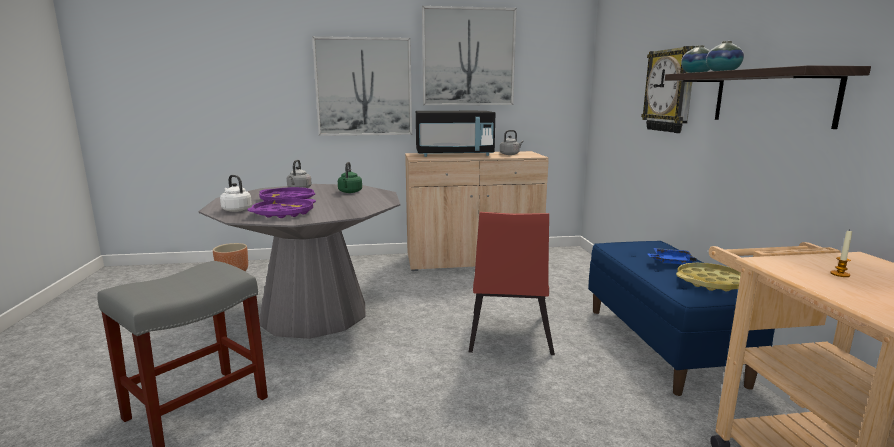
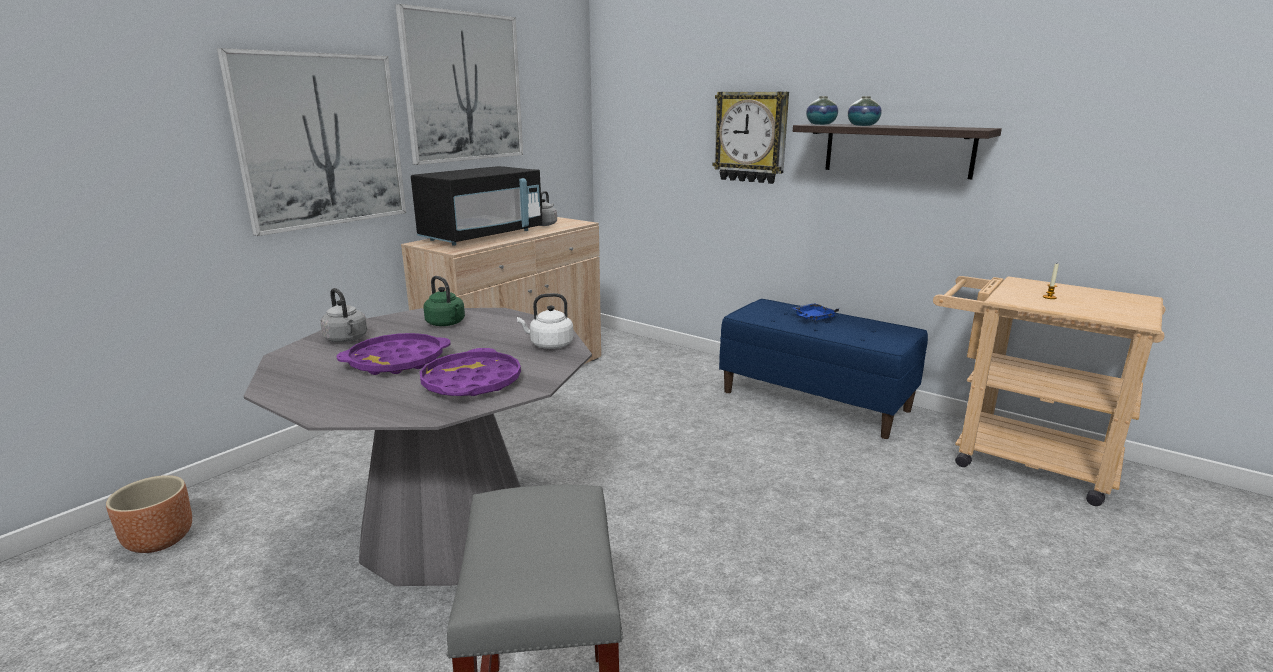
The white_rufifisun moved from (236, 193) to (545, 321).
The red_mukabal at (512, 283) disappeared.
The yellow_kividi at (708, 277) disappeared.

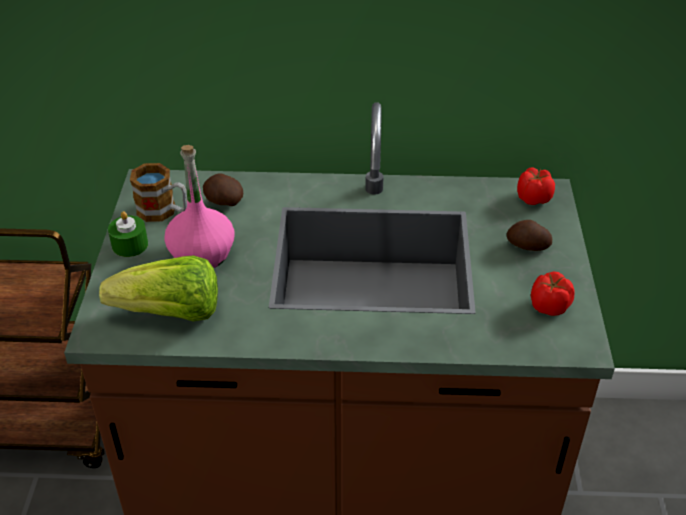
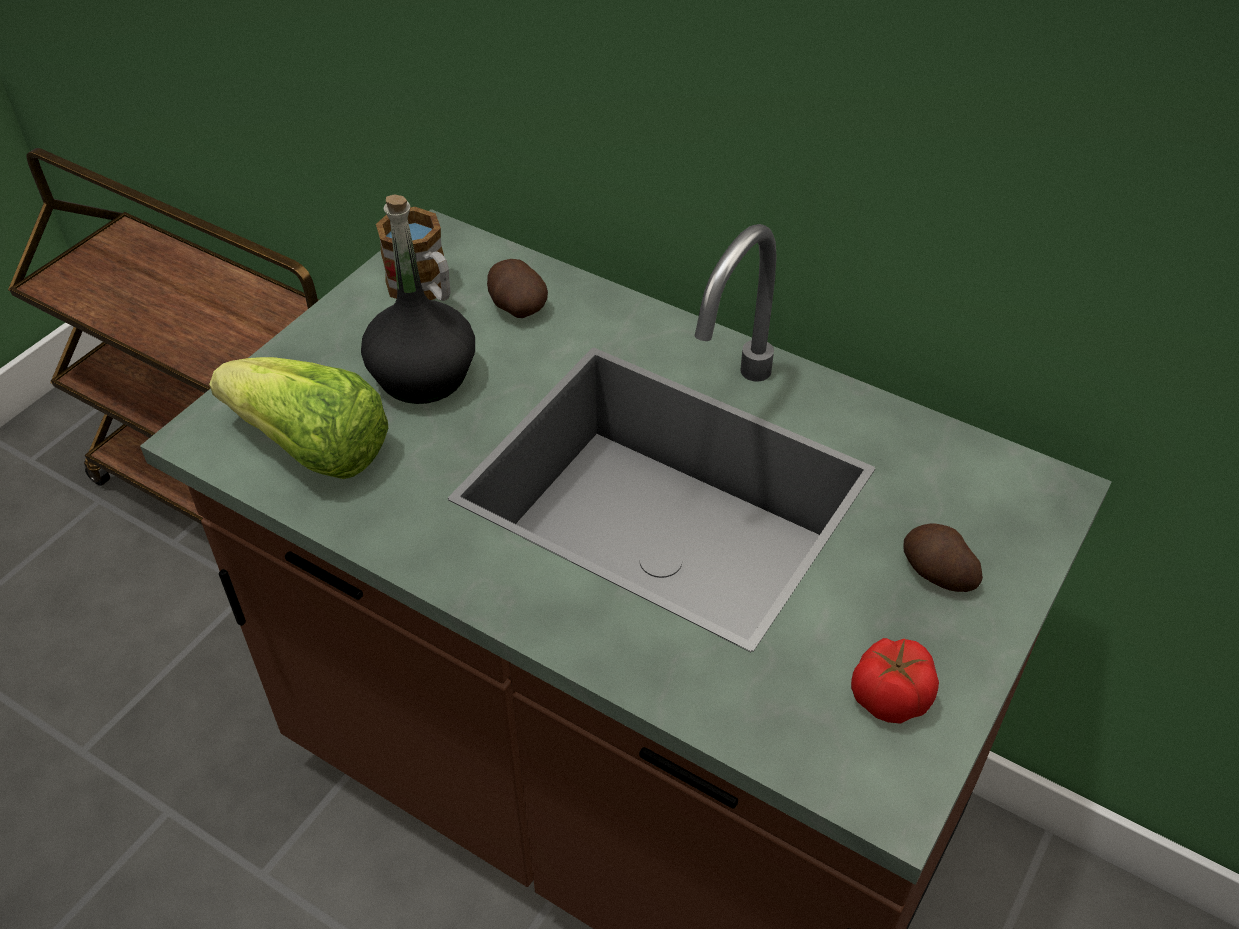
The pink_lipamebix at (199, 206) became the black_lipamebix at (418, 299).
The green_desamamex at (128, 234) disappeared.
The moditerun at (536, 186) disappeared.

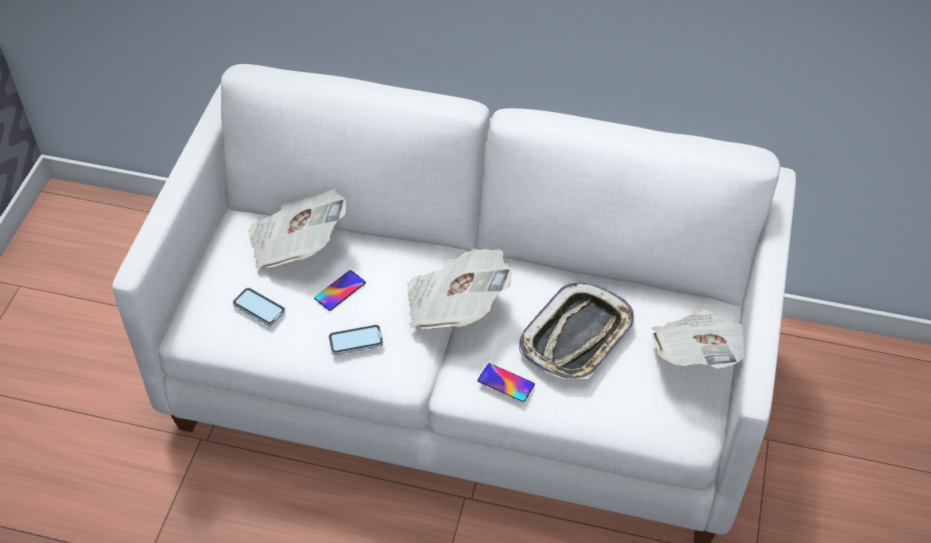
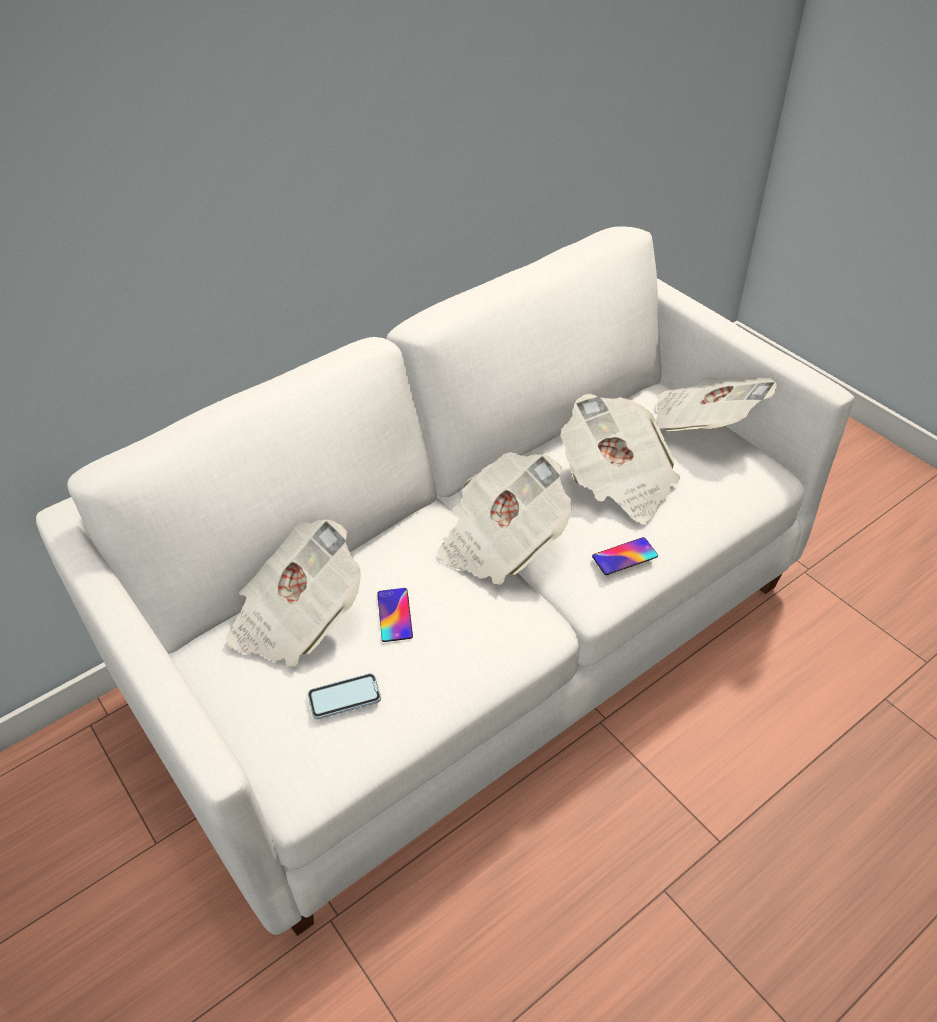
The kividi at (576, 330) was replaced by the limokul at (620, 458).
The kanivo at (356, 340) disappeared.

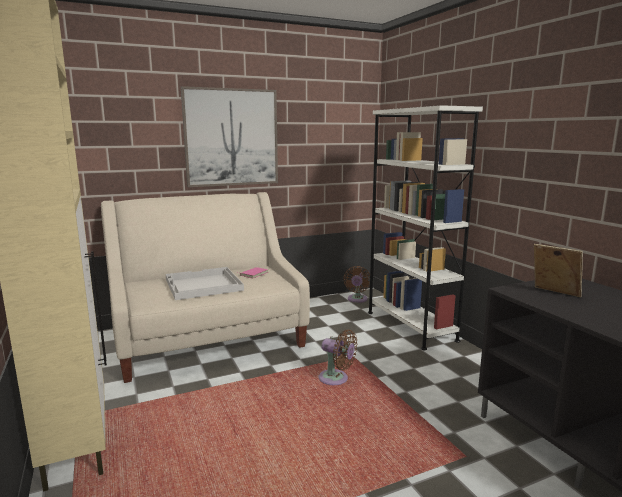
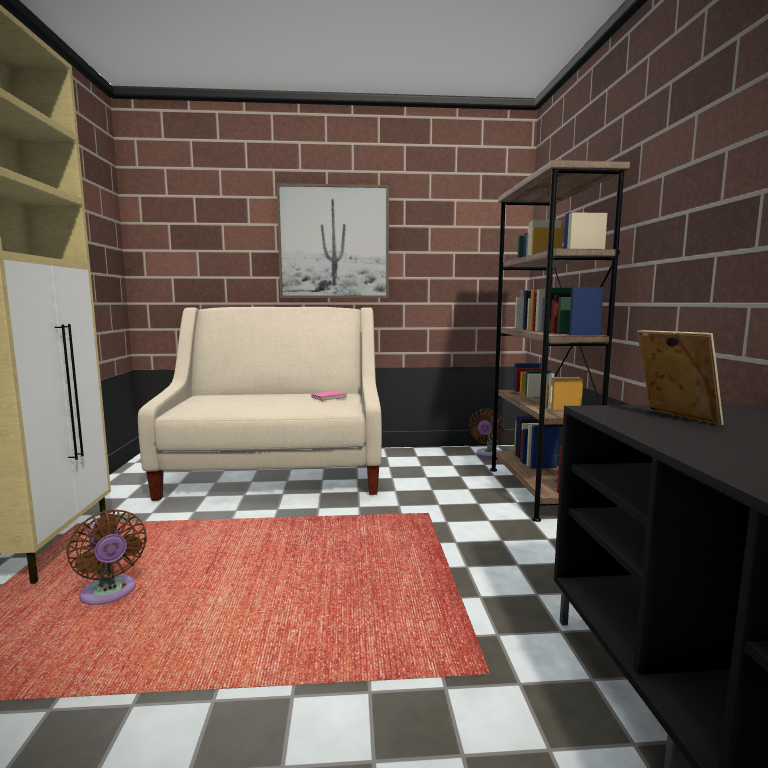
The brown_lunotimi moved from (338, 357) to (106, 557).
The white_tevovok at (425, 227) became the brown_tevovok at (560, 341).
The white_kividi at (205, 283) disappeared.

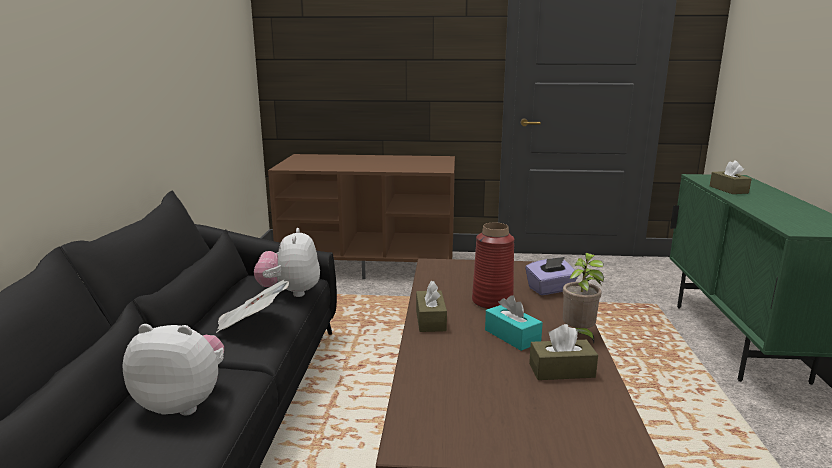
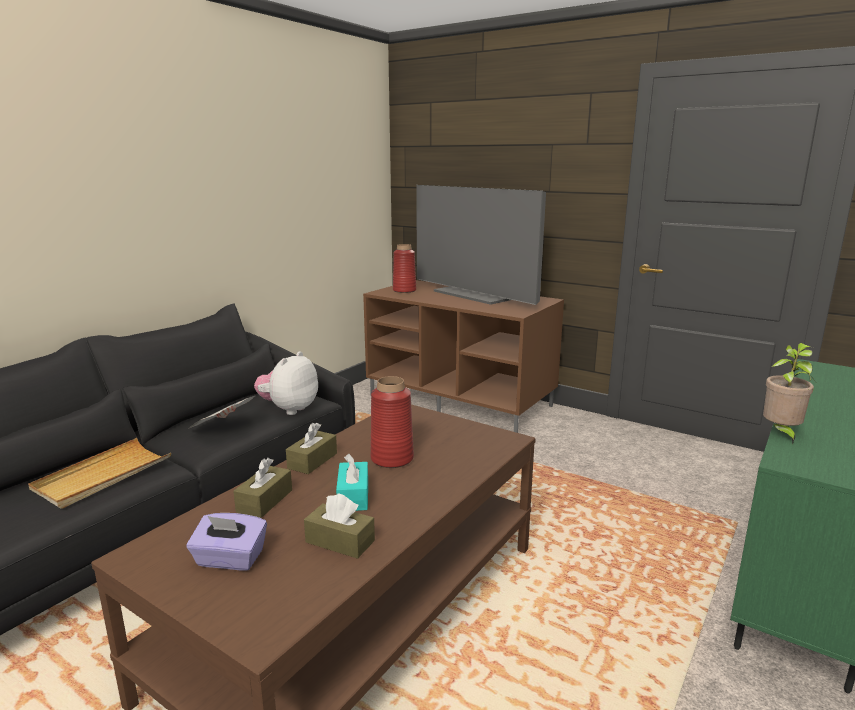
The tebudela at (173, 369) was replaced by the beige_kividi at (99, 473).
The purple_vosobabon moved from (551, 276) to (227, 541).
The brown_vosobabon moved from (731, 177) to (262, 488).
The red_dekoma at (404, 268) appeared.
The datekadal at (481, 245) appeared.
The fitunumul moved from (583, 298) to (789, 393).

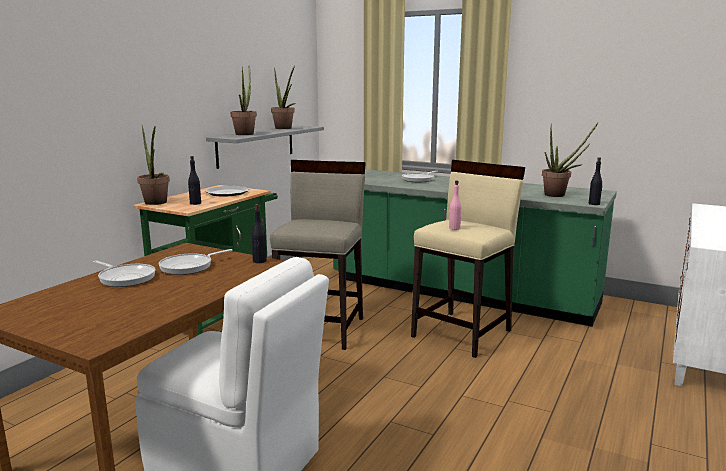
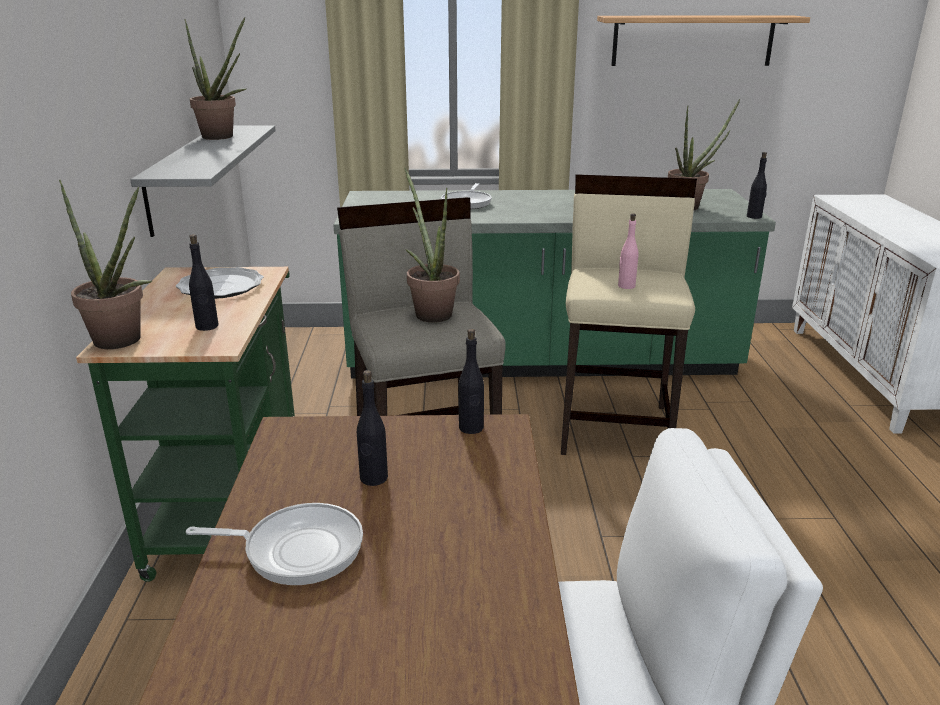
The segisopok at (195, 262) was replaced by the black_lipamebix at (372, 428).
The fitunumul moved from (243, 100) to (432, 245).
The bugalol at (703, 40) appeared.

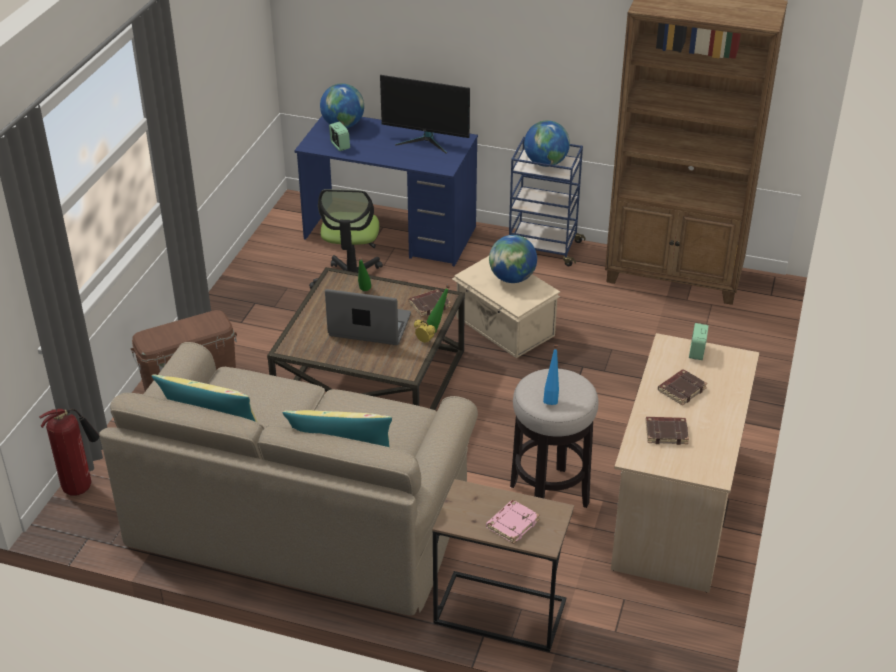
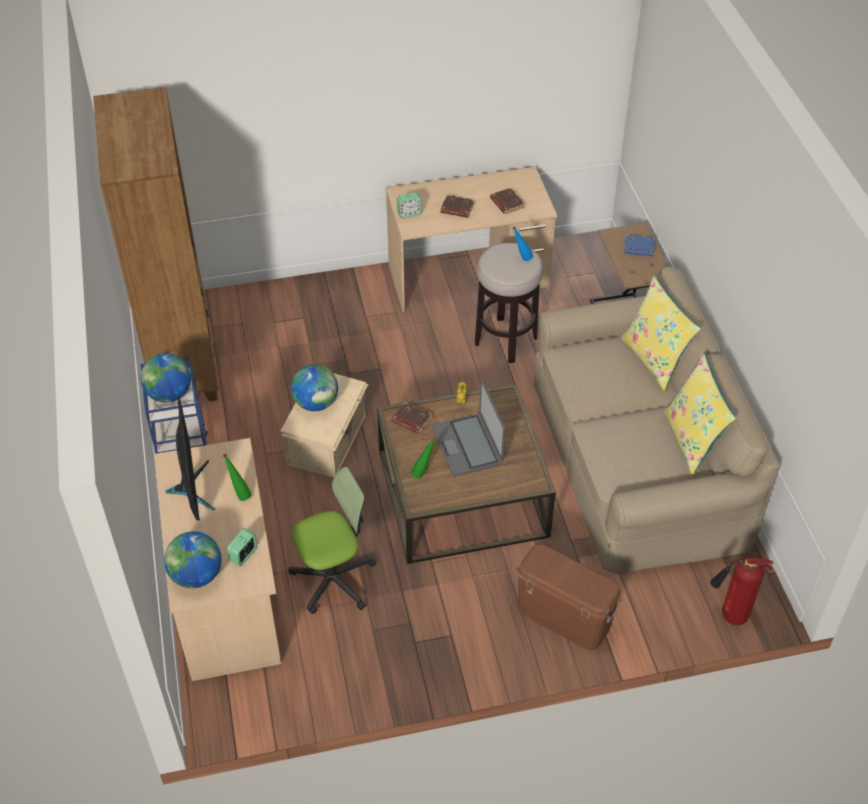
The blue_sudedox at (386, 191) became the beige_sudedox at (217, 559).
The green_lipamebix moved from (438, 309) to (237, 477).
The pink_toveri at (513, 522) became the blue_toveri at (639, 246).

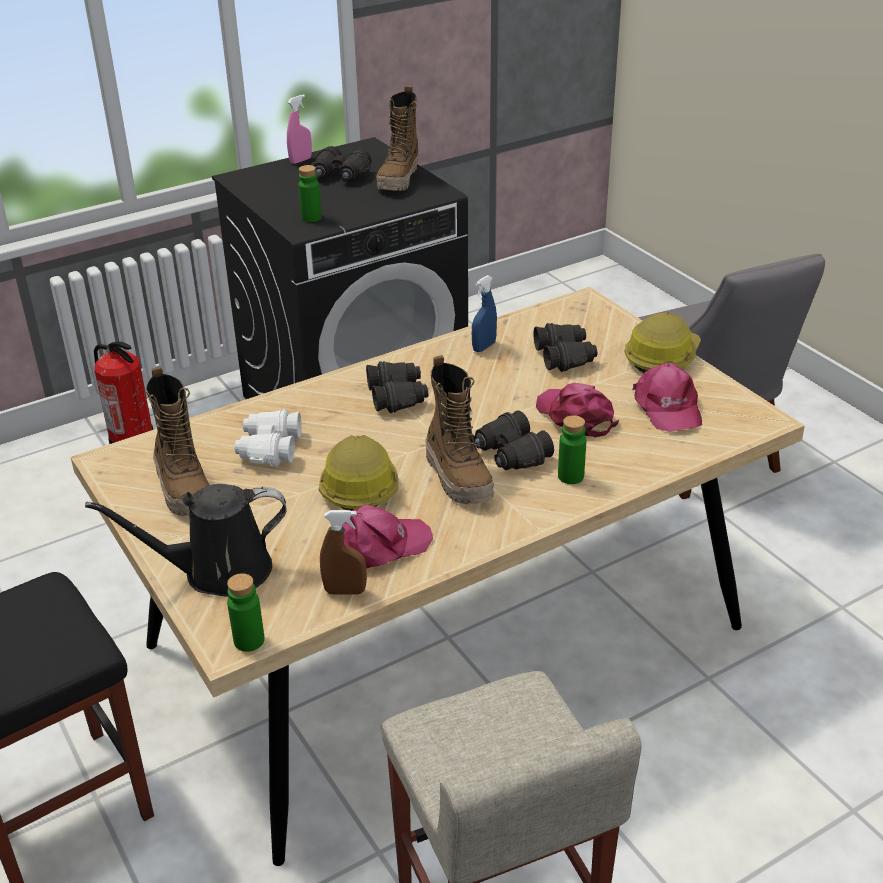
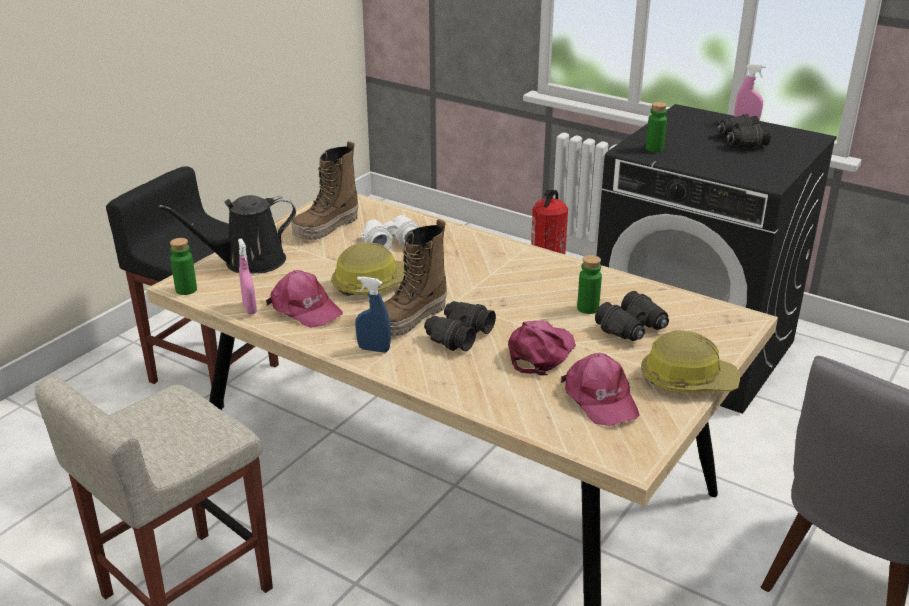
The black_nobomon at (186, 540) turned 75 degrees counterclockwise.
The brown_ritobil at (343, 552) became the pink_ritobil at (247, 276).
The blue_ritobil moved from (484, 313) to (373, 314).
The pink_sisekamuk at (667, 397) turned 75 degrees counterclockwise.
The green_lipamebix moved from (572, 449) to (589, 284).
The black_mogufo at (397, 387) disappeared.
The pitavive at (398, 138) disappeared.

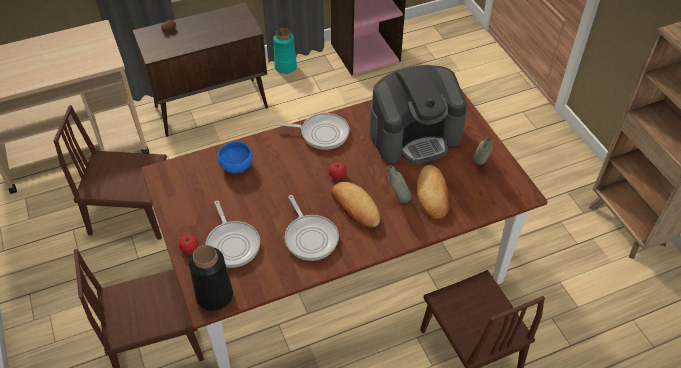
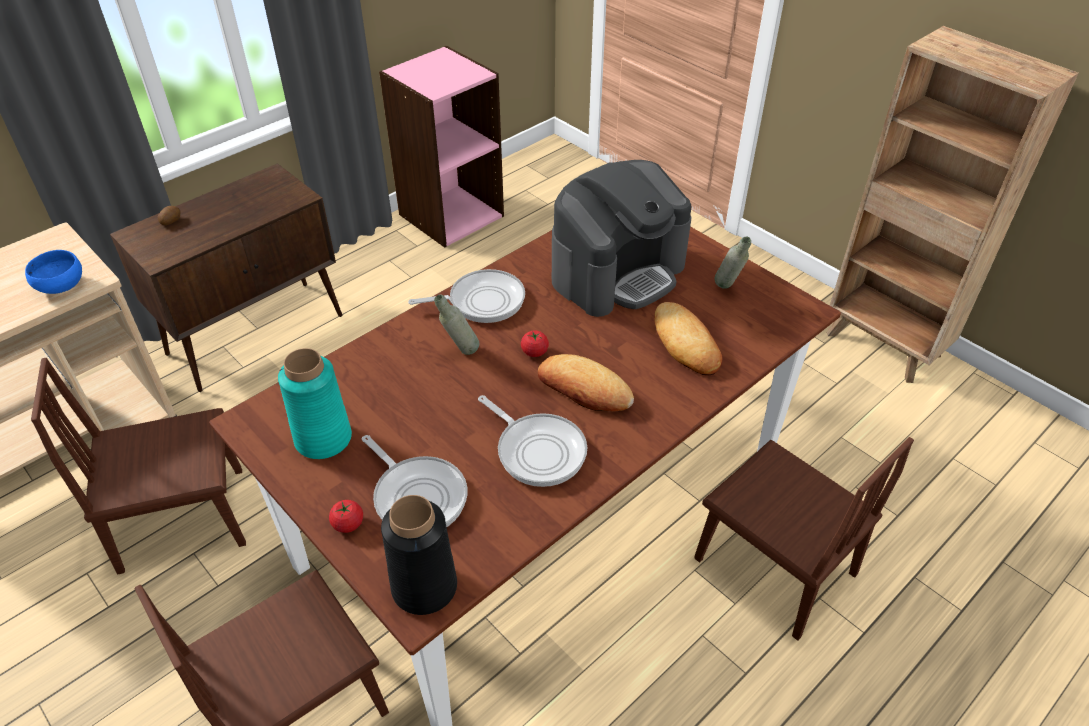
The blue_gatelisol moved from (235, 157) to (53, 272).
The turquoise_dekoma moved from (285, 51) to (315, 403).
The grey_lipamebix moved from (399, 184) to (456, 324).

